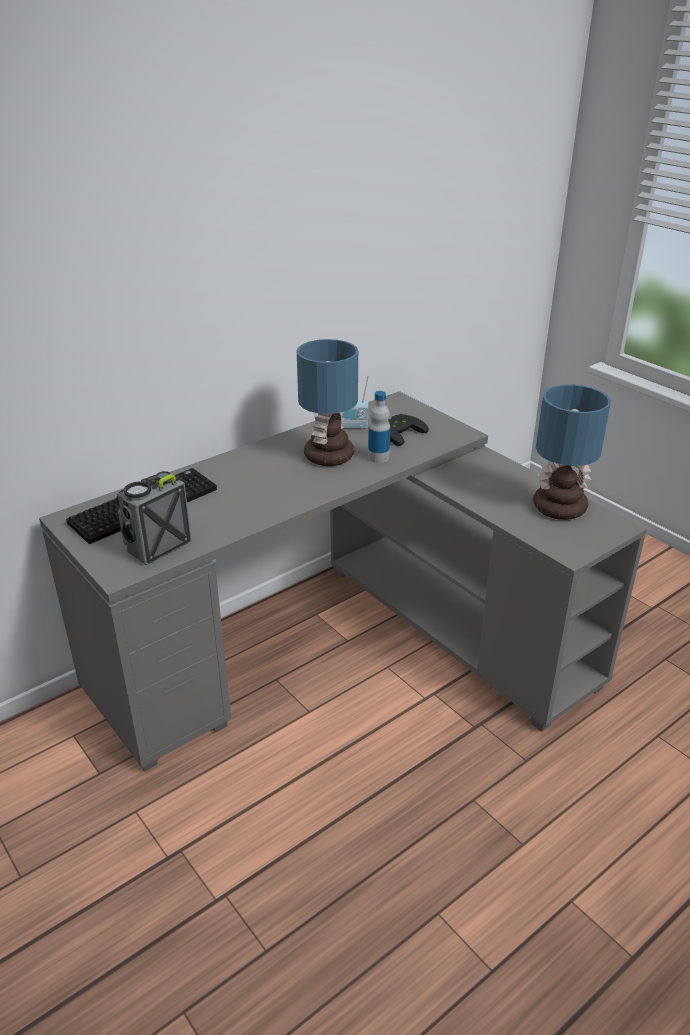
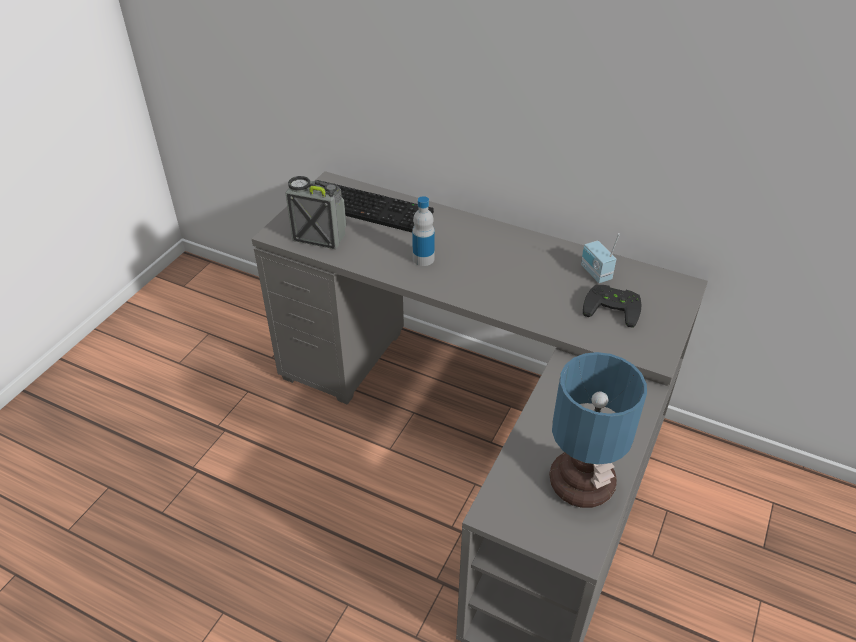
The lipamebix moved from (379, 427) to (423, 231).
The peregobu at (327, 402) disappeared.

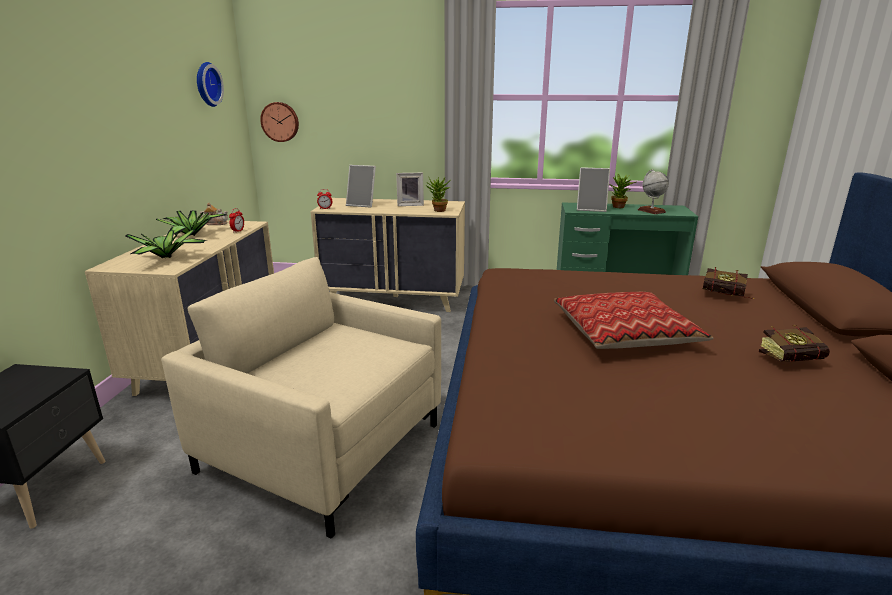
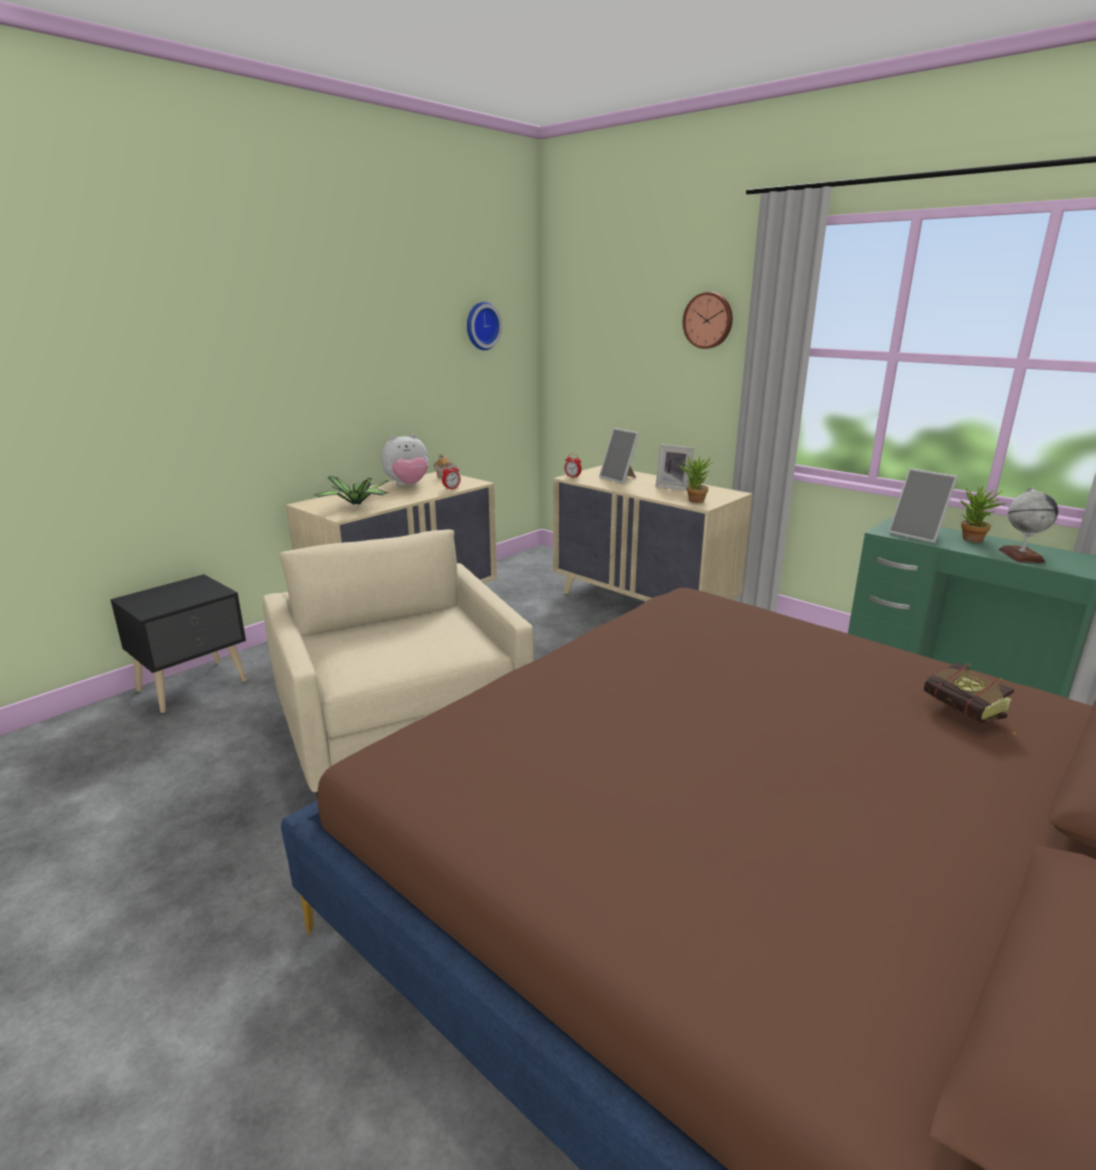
The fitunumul at (191, 223) was replaced by the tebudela at (404, 459).
The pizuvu moved from (279, 122) to (708, 320).
The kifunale at (634, 320) disappeared.
The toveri at (794, 343) disappeared.

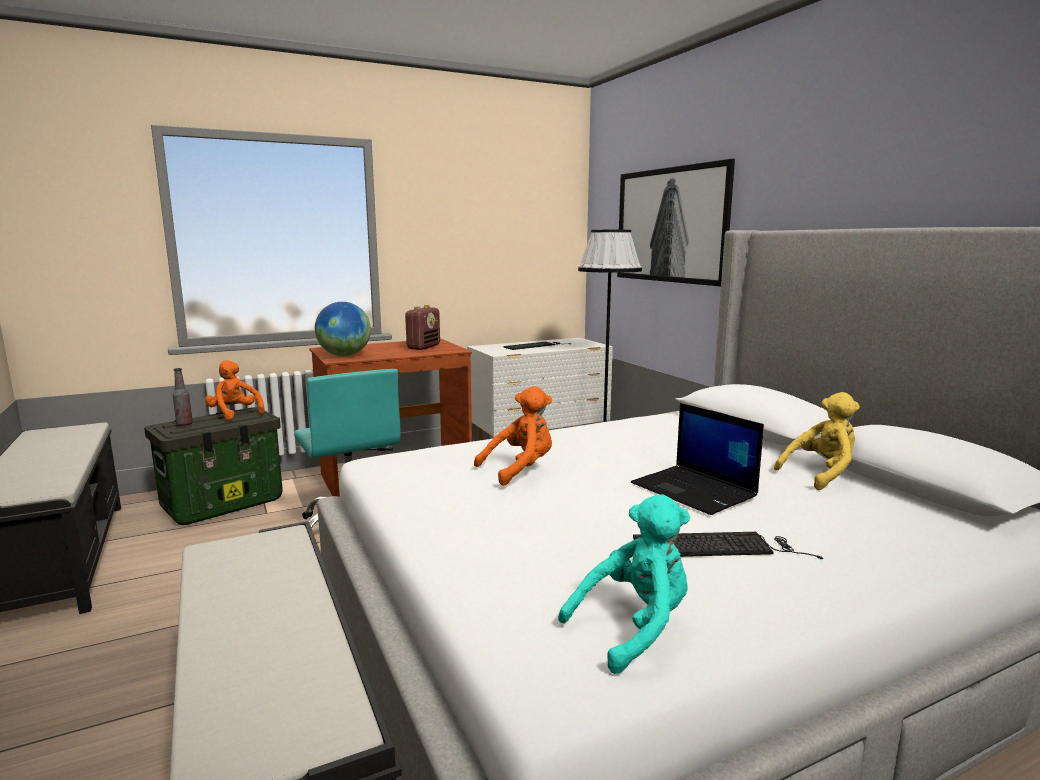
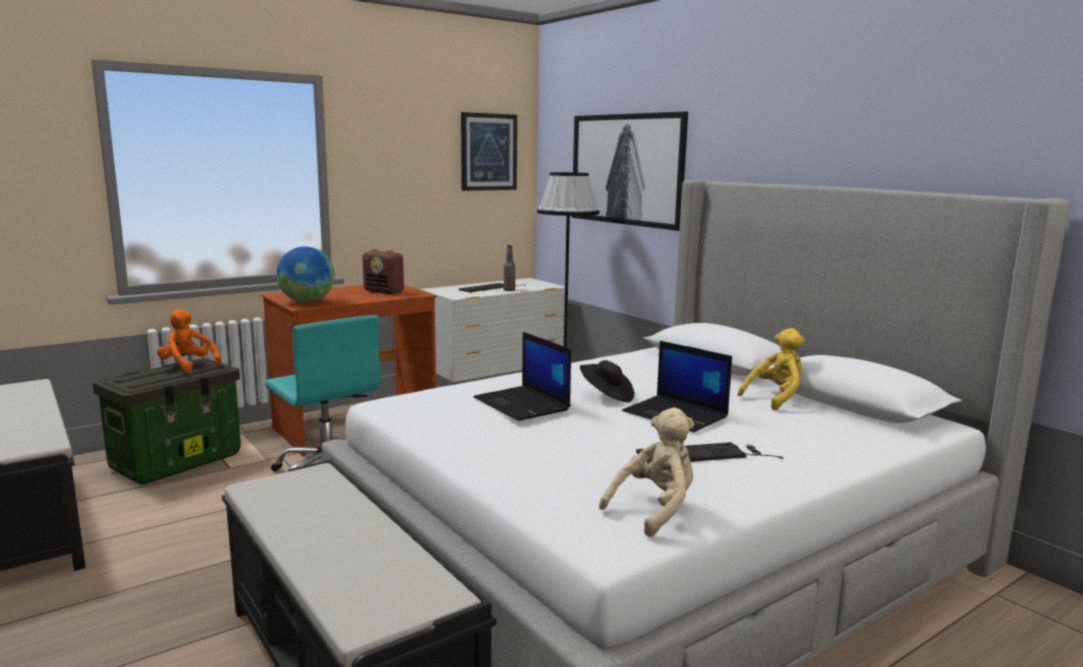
The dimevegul at (422, 327) turned 105 degrees clockwise.
The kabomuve at (489, 151) appeared.
The orange_tebudela at (513, 436) was replaced by the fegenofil at (522, 376).
The lipamebix moved from (183, 397) to (509, 268).
The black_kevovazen at (607, 381) appeared.
The turquoise_tebudela at (624, 584) became the beige_tebudela at (646, 472).

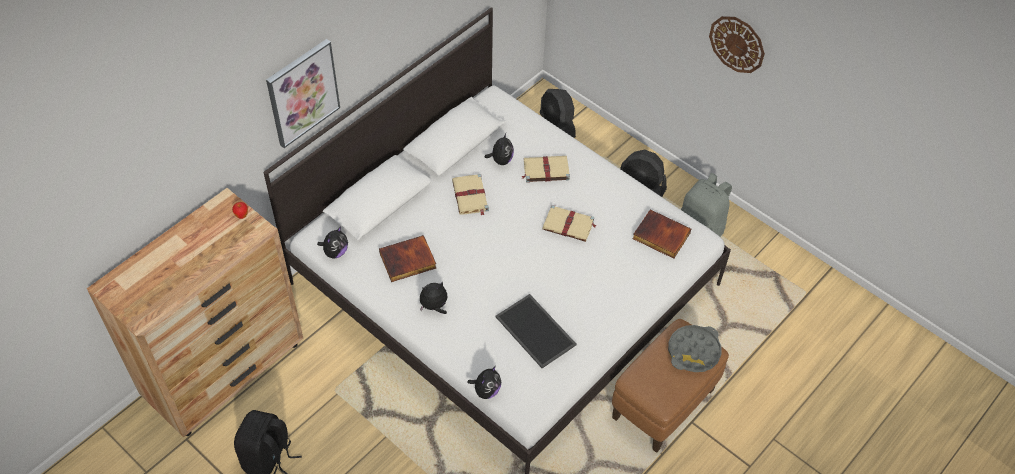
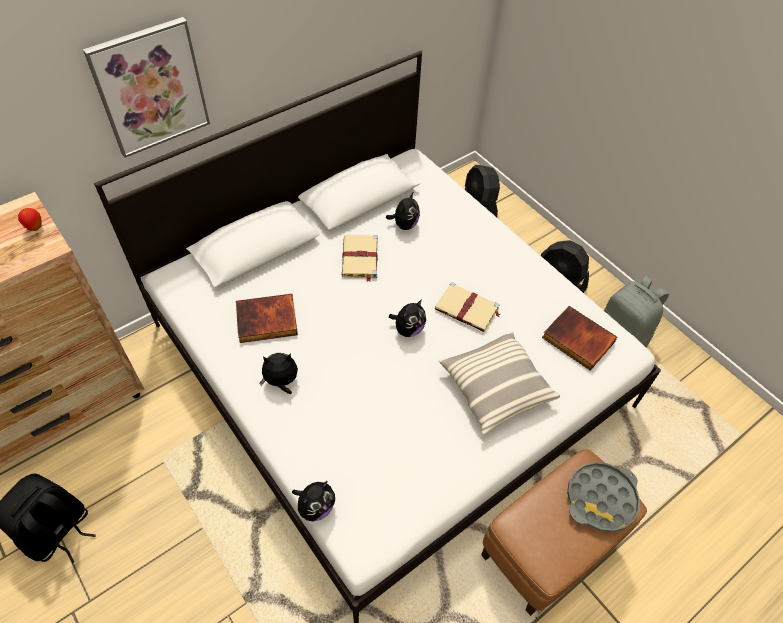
The tebudela moved from (332, 242) to (407, 318).
The kifunale at (499, 383) appeared.
The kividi at (536, 331) disappeared.
The beige_toveri at (546, 169) disappeared.
The pizuvu at (737, 44) disappeared.

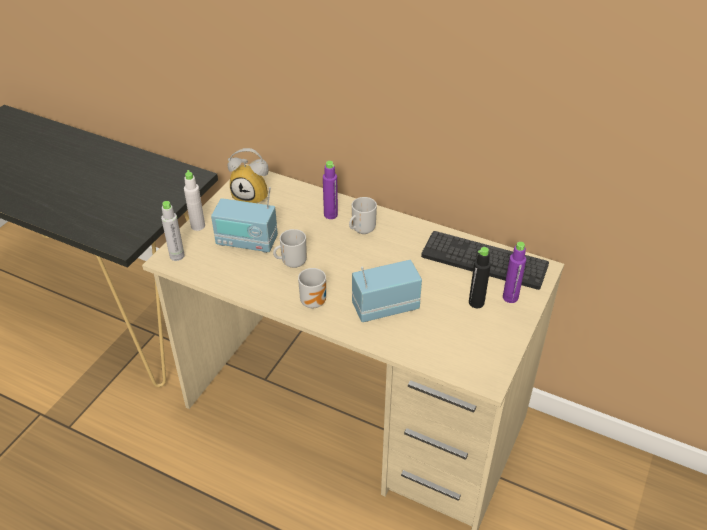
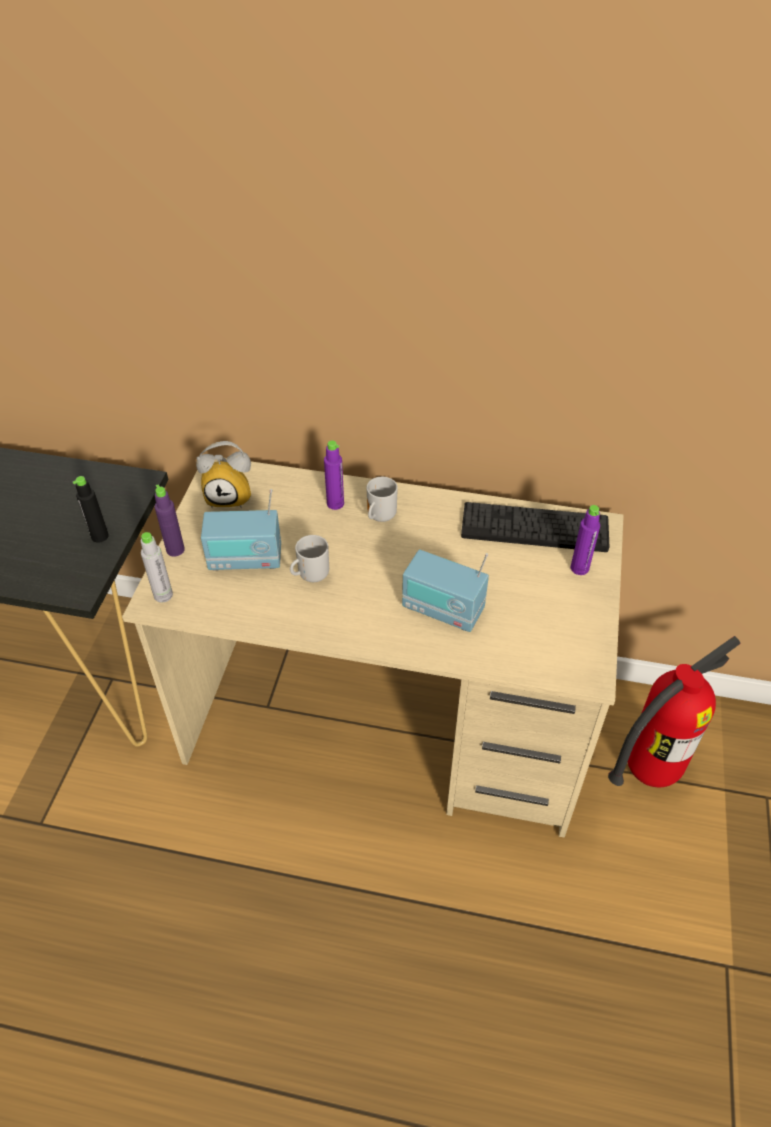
The black_lipamebix moved from (480, 277) to (91, 509).
The white_lipamebix at (194, 200) became the purple_lipamebix at (170, 521).
The dimevegul at (387, 291) turned 120 degrees counterclockwise.
The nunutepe at (674, 711) appeared.
The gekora at (312, 288) disappeared.

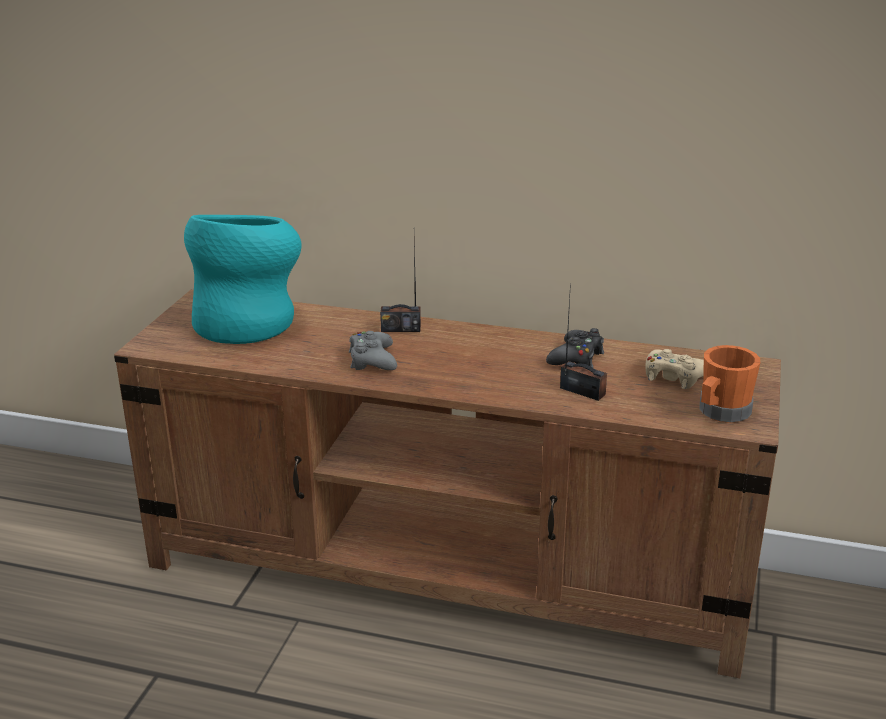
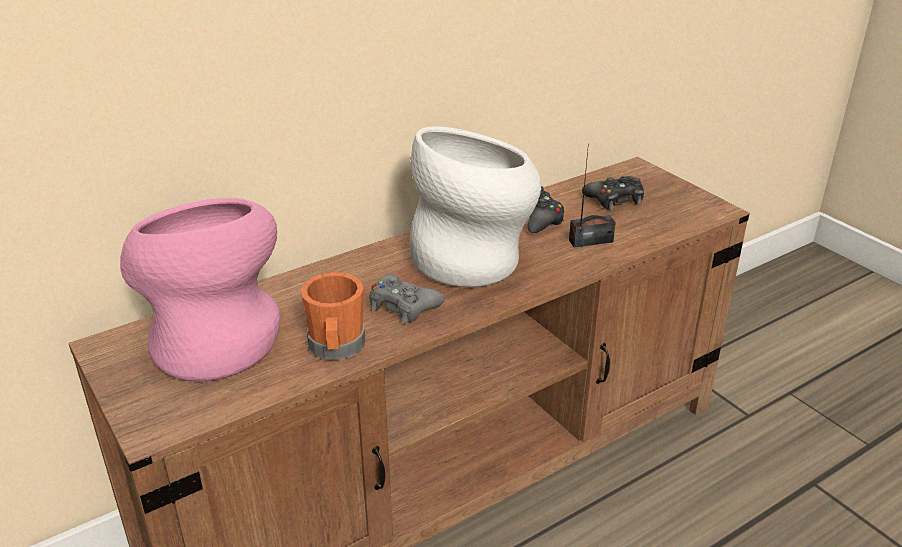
The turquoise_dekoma at (243, 279) became the pink_dekoma at (200, 289).
The orange_gekora moved from (729, 384) to (333, 316).
The white_dekoma at (475, 206) appeared.
The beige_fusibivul at (675, 369) became the black_fusibivul at (613, 193).
The dimevegul at (400, 286) disappeared.

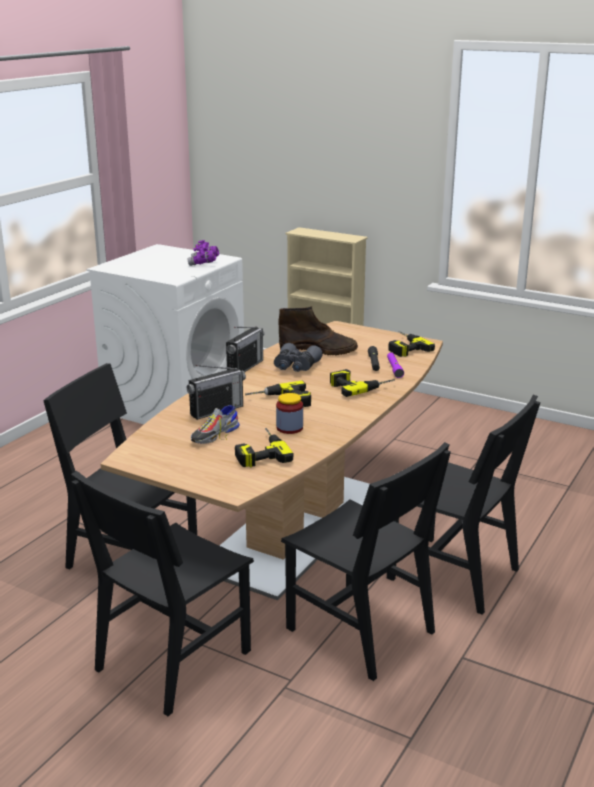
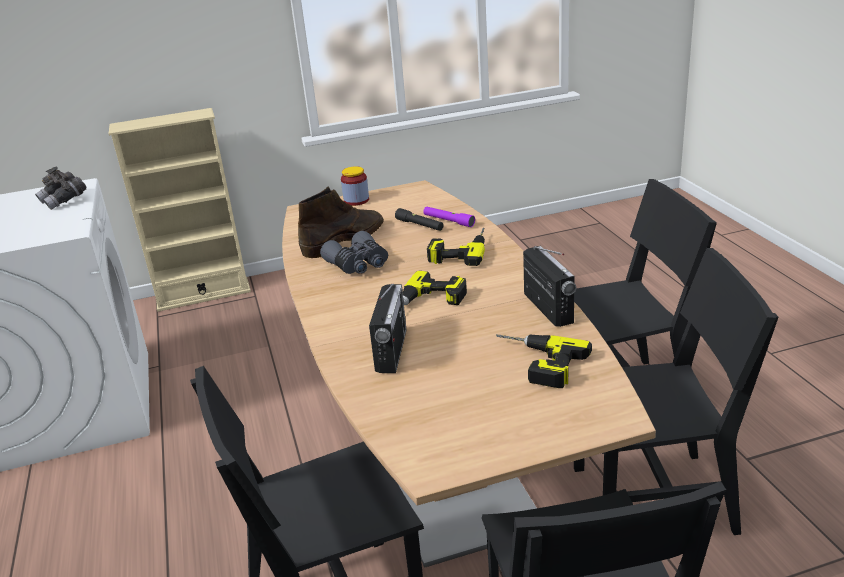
The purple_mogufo at (203, 253) became the grey_mogufo at (61, 188).
The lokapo moved from (289, 413) to (355, 186).
The dimevegul moved from (245, 349) to (549, 286).
The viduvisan at (215, 424) disappeared.
The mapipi at (411, 344) disappeared.

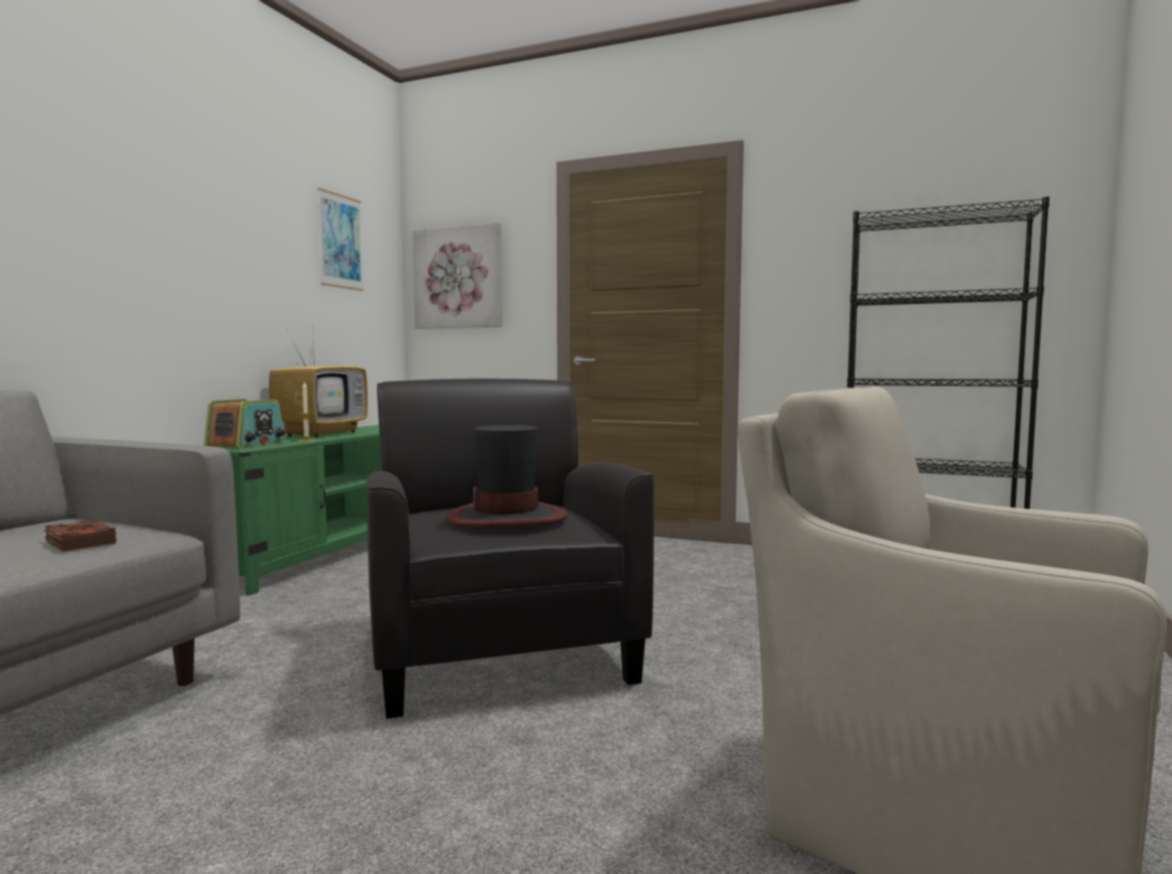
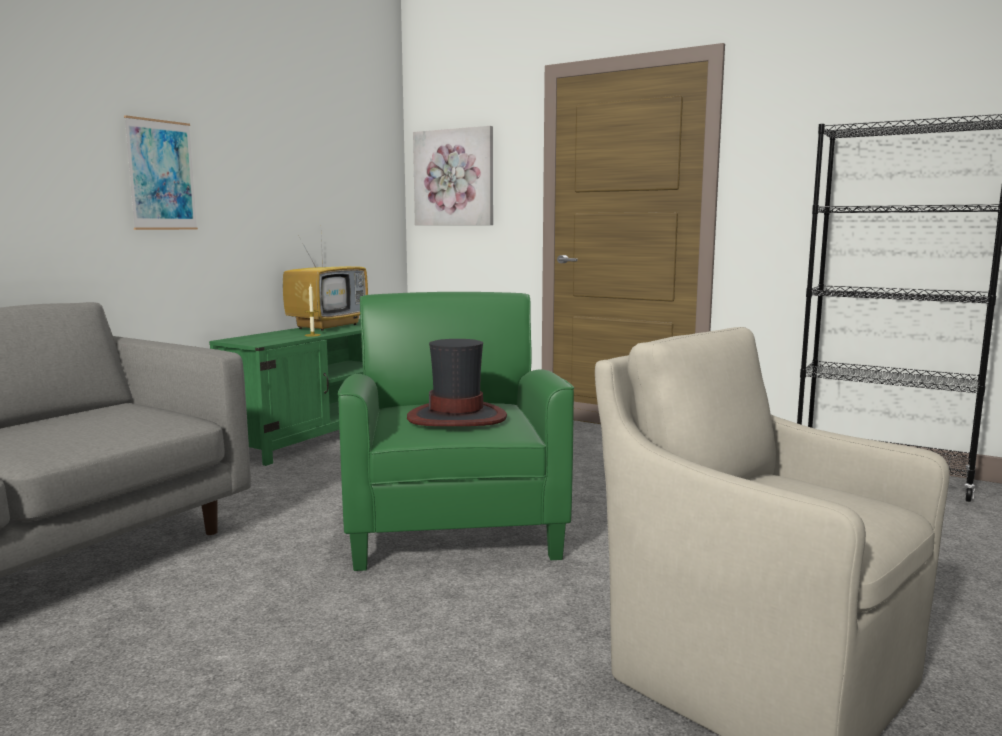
The kabomuve moved from (340, 239) to (161, 172).
The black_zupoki at (510, 548) became the green_zupoki at (456, 431).
The brown_toveri at (80, 535) disappeared.
The dimevegul at (244, 423) disappeared.

